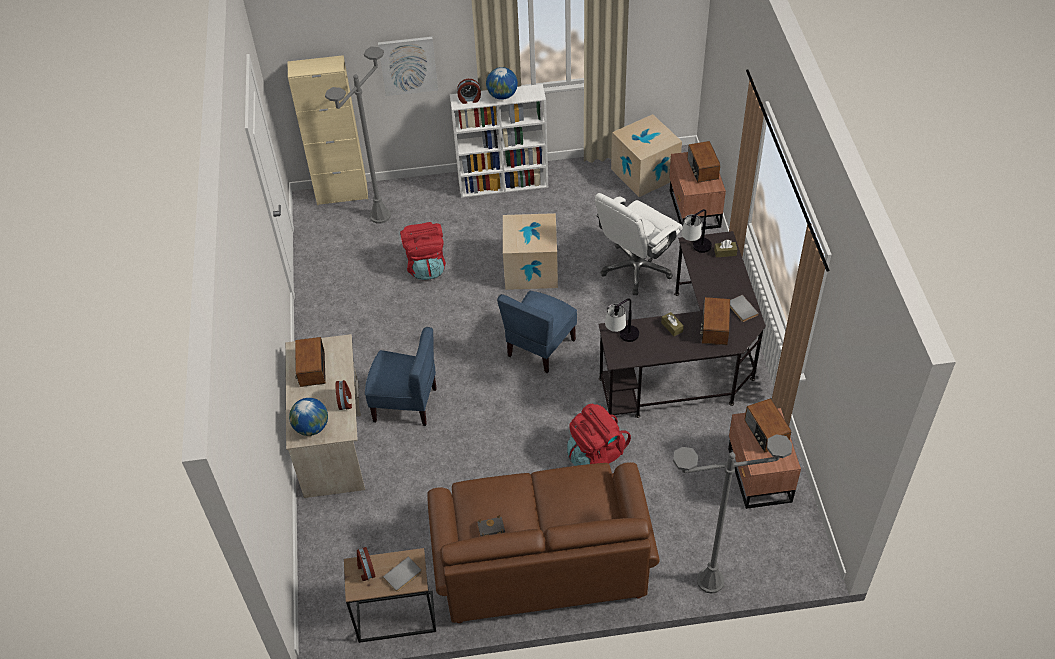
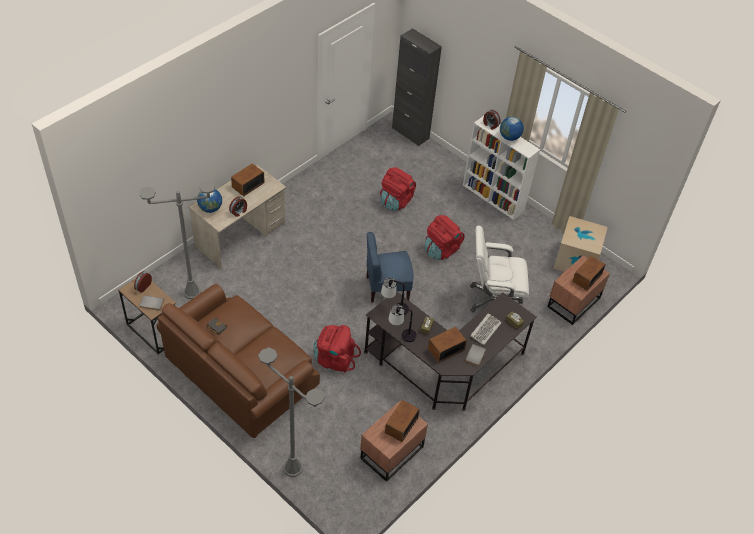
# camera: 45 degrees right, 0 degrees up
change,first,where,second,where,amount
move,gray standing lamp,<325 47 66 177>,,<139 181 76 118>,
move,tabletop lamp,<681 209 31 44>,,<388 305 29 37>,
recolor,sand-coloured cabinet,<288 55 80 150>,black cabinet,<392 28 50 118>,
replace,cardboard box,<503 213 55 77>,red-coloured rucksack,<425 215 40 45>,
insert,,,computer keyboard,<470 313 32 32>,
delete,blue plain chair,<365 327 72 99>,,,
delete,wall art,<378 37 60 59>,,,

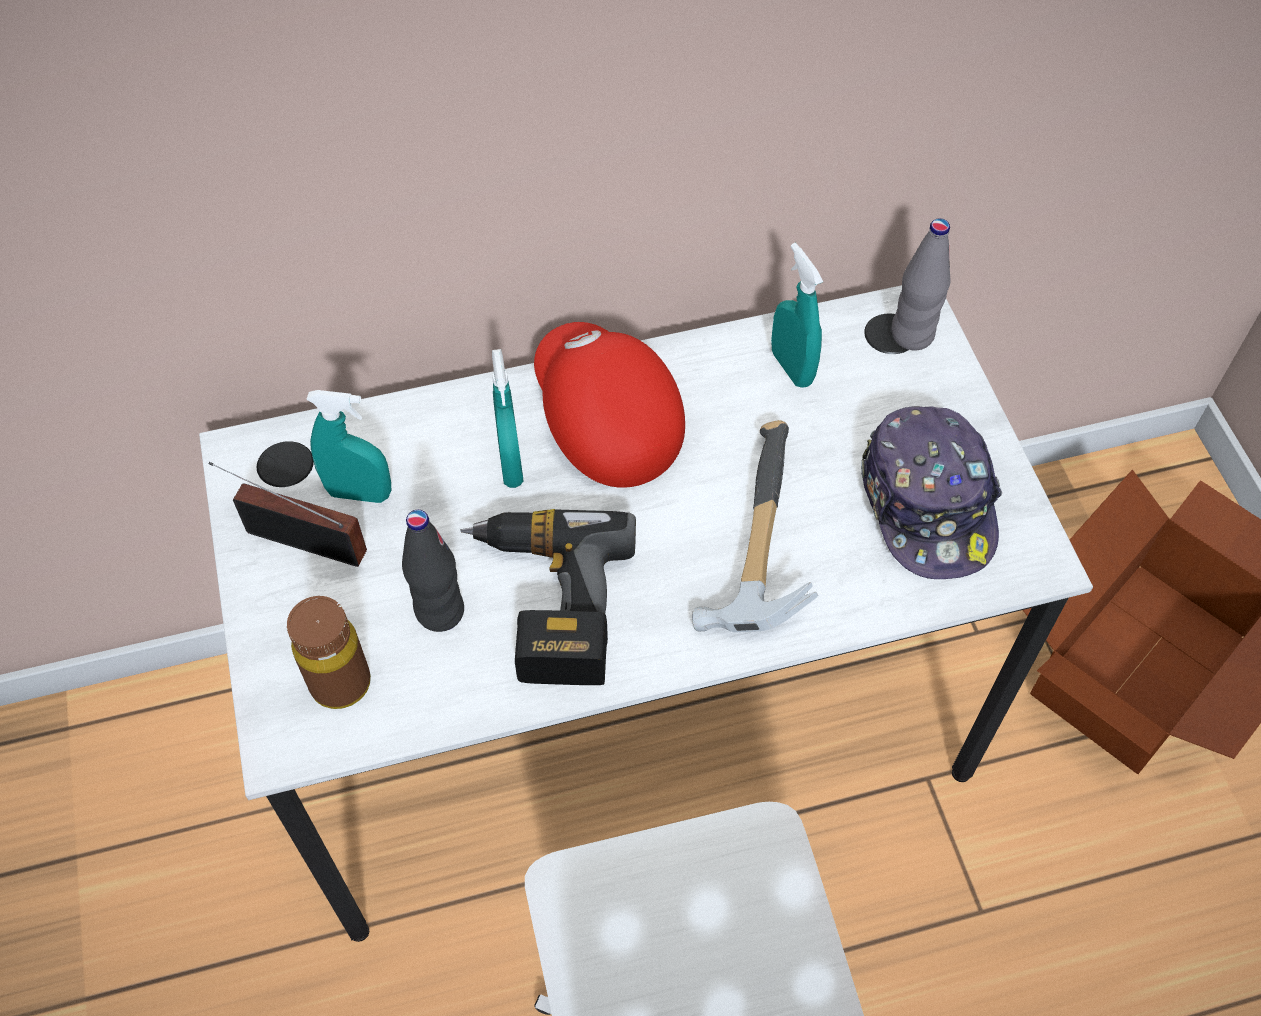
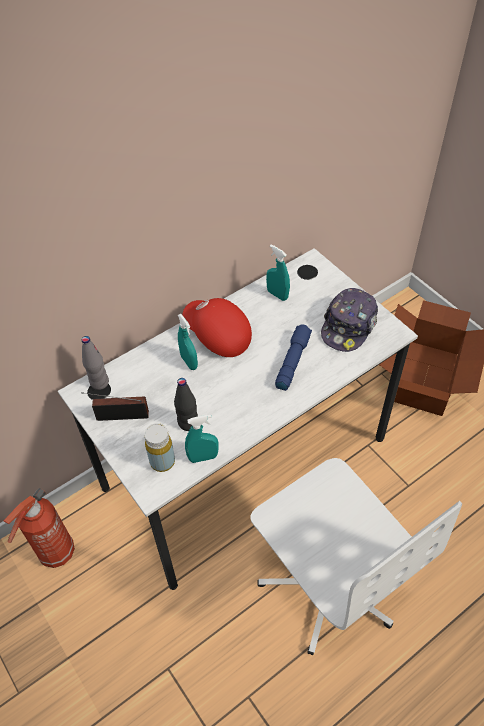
# camera: 20 degrees left, 5 degrees down
change,first,where,second,where,amount
insert,,,fire-fighting cylinder,<4 488 71 80>,
move,gray drink bottle,<891 218 59 133>,,<82 336 27 54>,
recolor,brown-coloured drink bottle,<287 596 84 113>,yellow drink bottle,<144 423 31 49>,
move,turquoise-coloured sprayer,<306 390 85 113>,,<185 414 33 49>,
replace,tool hammer,<692 420 126 212>,blue torch,<275 324 37 67>,
rotate,baseball cap,<861 406 141 173>,,<321 288 57 64>,60 degrees clockwise
delete,drill,<461 509 175 176>,,,

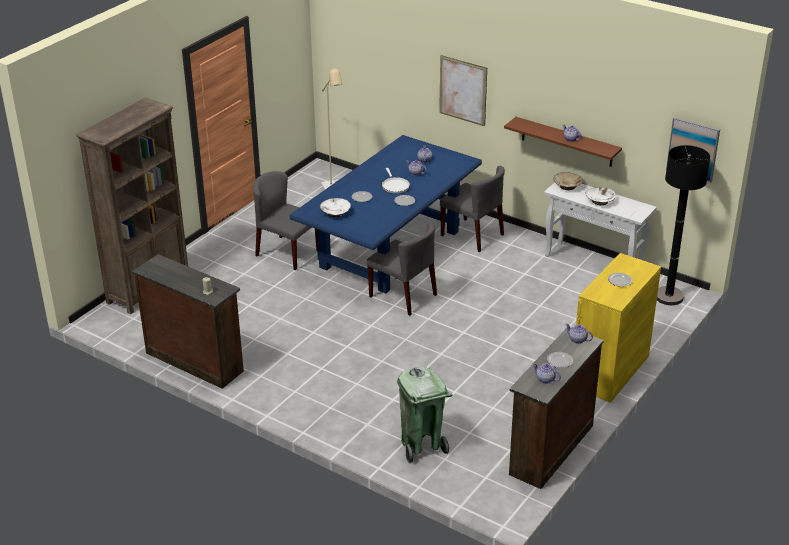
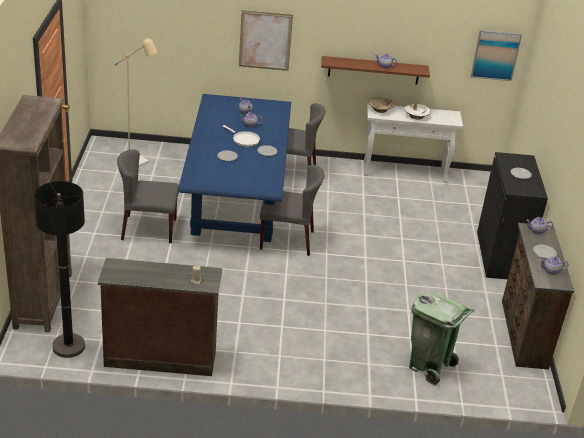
# camera: 35 degrees left, 0 degrees up
change,first,where,second,where,amount
move,black standing lamp,<657 145 53 160>,,<34 181 51 177>,
recolor,yellow cabinet,<576 253 85 150>,black cabinet,<477 152 71 127>,
delete,white-coloured deep dish,<320 198 31 19>,,,

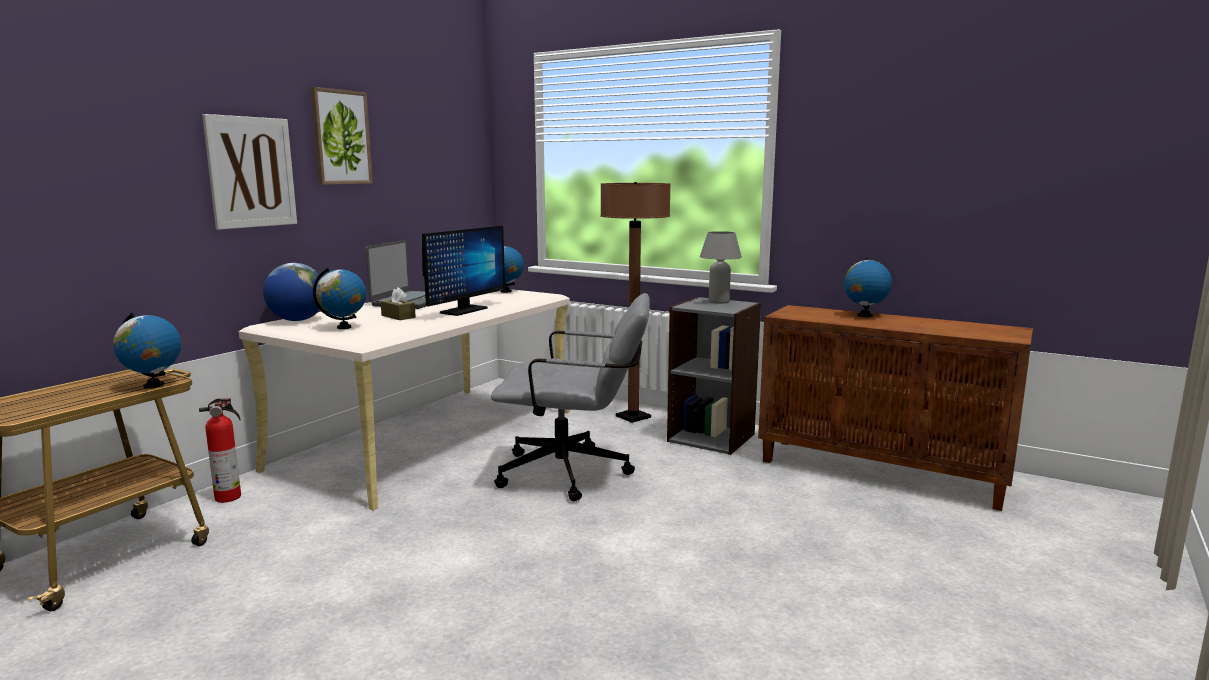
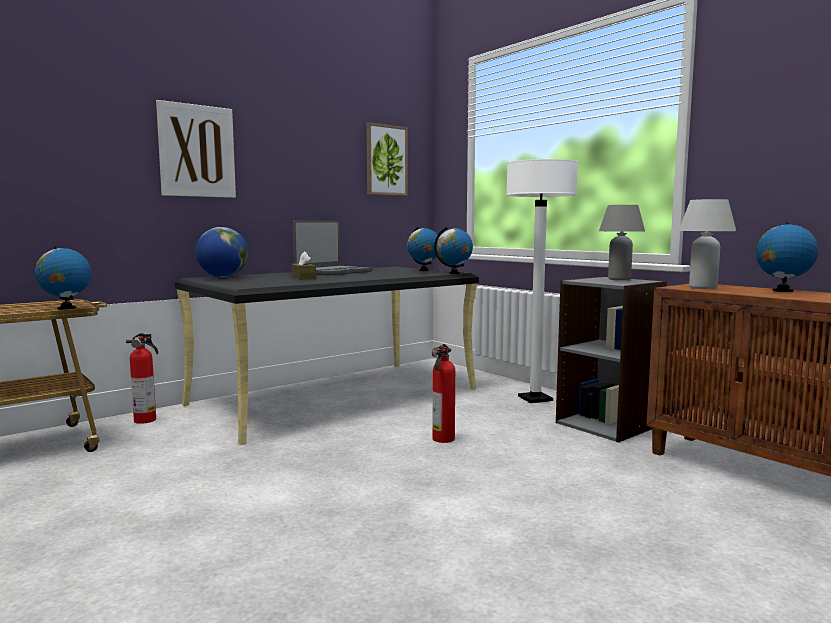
# camera: 20 degrees right, 5 degrees down
change,first,where,second,where,amount
recolor,sand-coloured desk table,<239 289 331 222>,black desk table,<175 267 304 178>,
move,wall art,<310 87 63 98>,,<366 122 42 74>,
replace,gray office chair,<491 293 159 208>,fire-fighting cylinder,<432 344 23 99>,
move,world globe,<313 268 53 61>,,<434 227 39 47>,
recolor,brown-coloured standing lamp,<600 182 71 241>,white-coloured standing lamp,<506 159 72 244>,
insert,,,white-coloured tabletop lamp,<679 199 57 90>,
delete,computer screen,<422 226 83 90>,,,

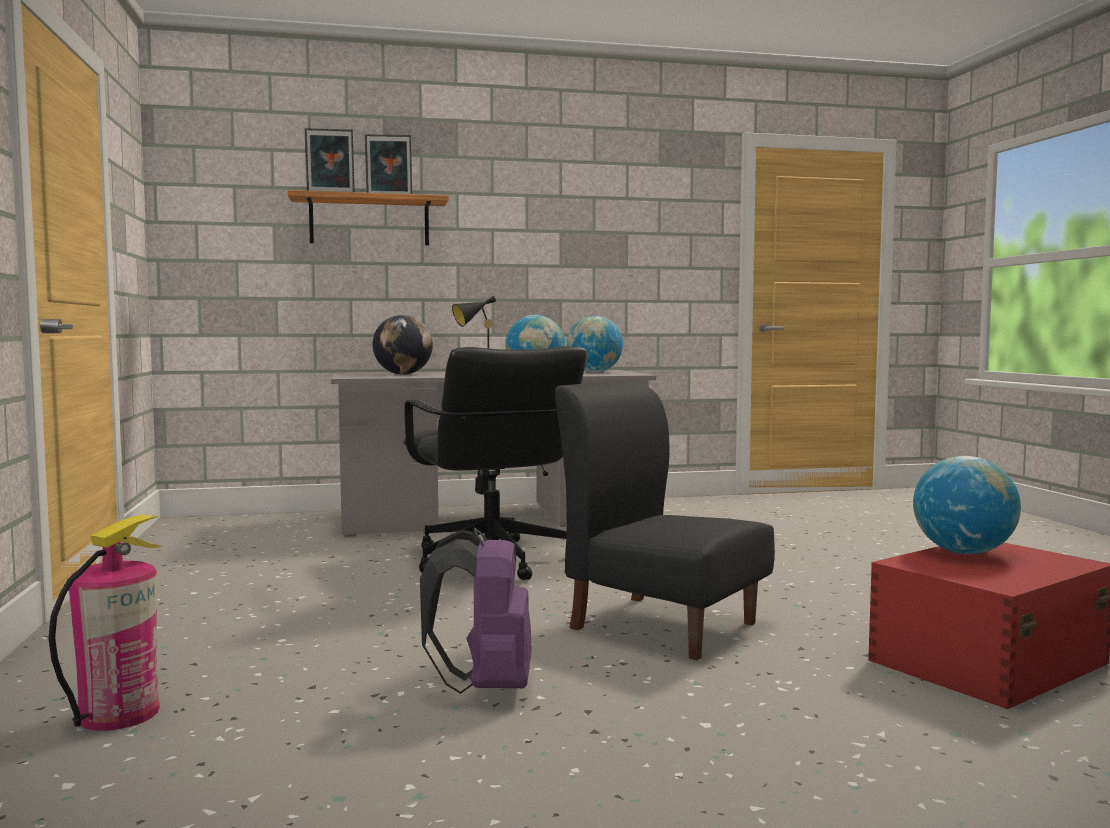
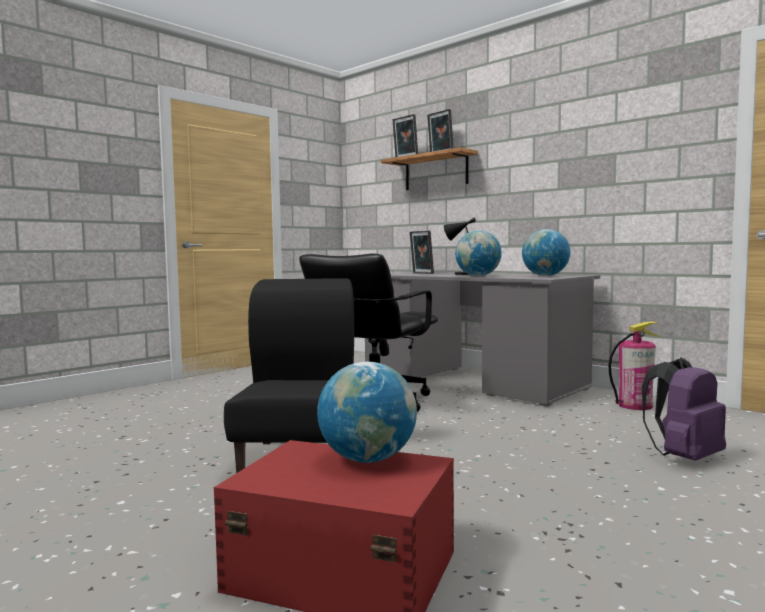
# camera: 55 degrees right, 0 degrees up
change,first,where,second,where,amount
replace,world globe,<373 315 60 59>,picture frame,<410 230 24 44>,
move,fire-fighting cylinder,<48 514 115 217>,,<608 321 52 89>,
move,purple rucksack,<420 527 112 167>,,<642 357 84 104>,

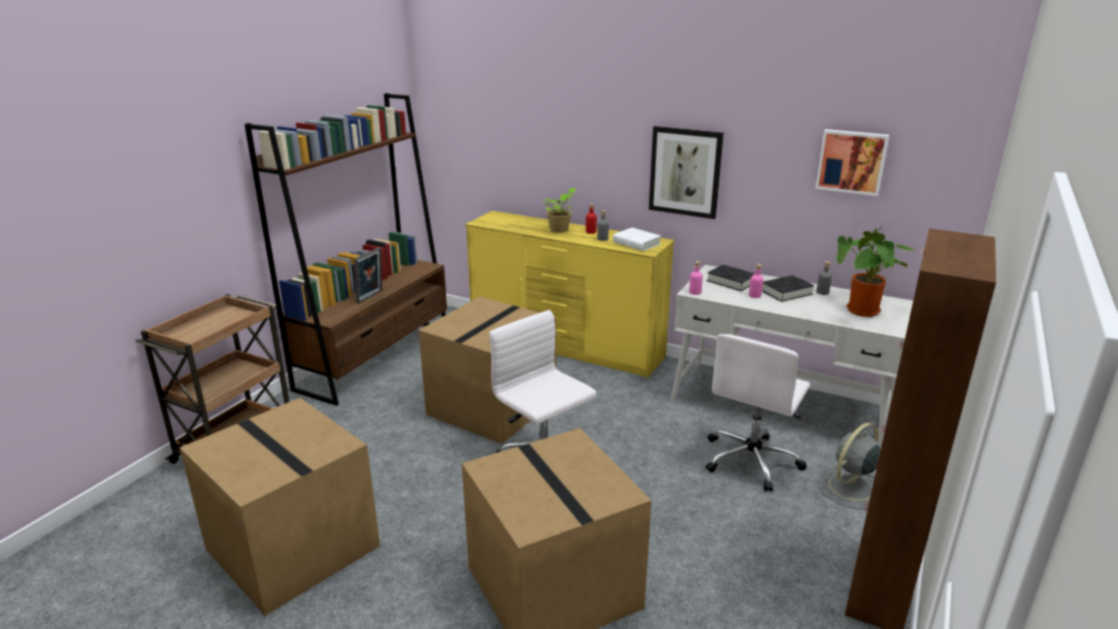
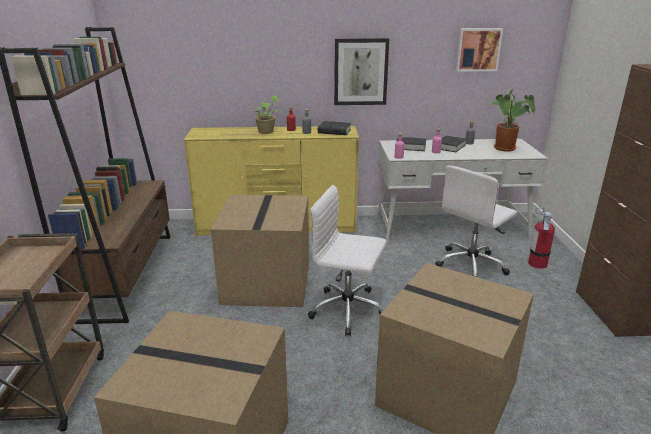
# camera: 30 degrees left, 0 degrees up
change,first,where,second,where,amount
recolor,white-coloured bound book,<613 228 48 23>,black bound book,<318 121 33 14>,
rotate,white-coloured office chair,<706 334 104 157>,,<435 166 82 111>,45 degrees clockwise
replace,gray fan,<817 423 64 87>,fire-fighting cylinder,<528 207 27 62>,
delete,picture frame,<354 247 28 56>,,,

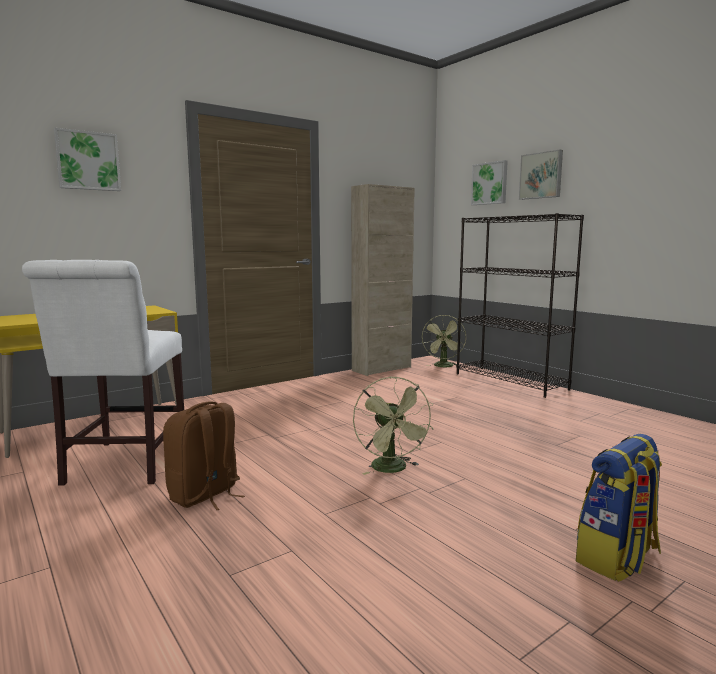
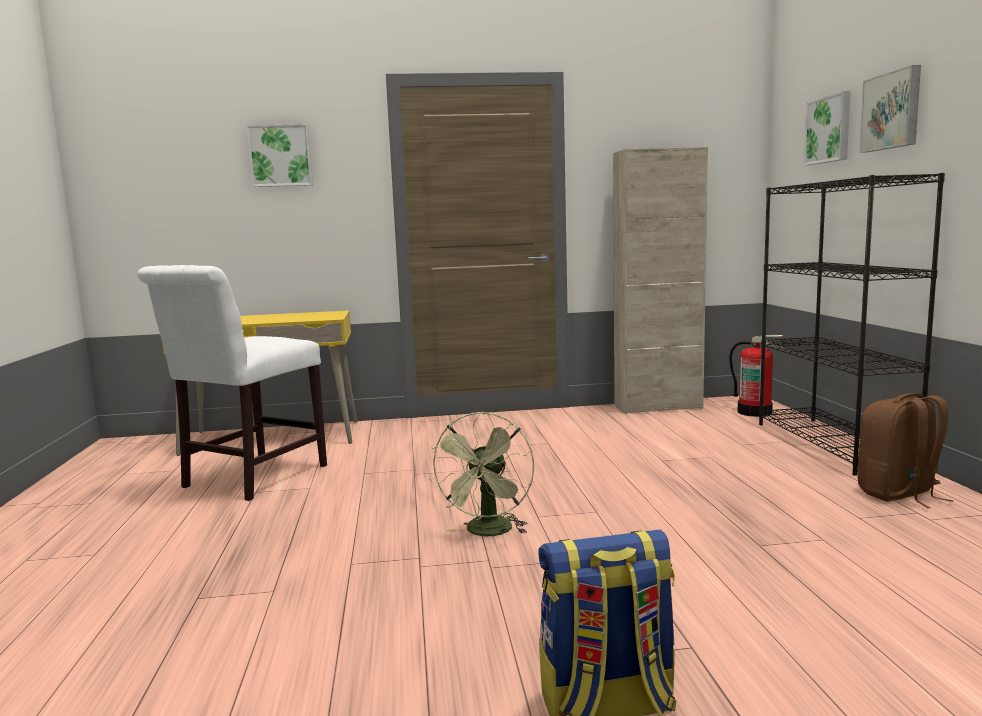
# camera: 30 degrees right, 0 degrees up
change,first,where,second,where,amount
replace,greenish fan,<422 315 44 52>,fire-fighting cylinder,<729 335 55 82>,
move,brown-coloured rucksack,<163 402 82 108>,,<857 393 97 115>,

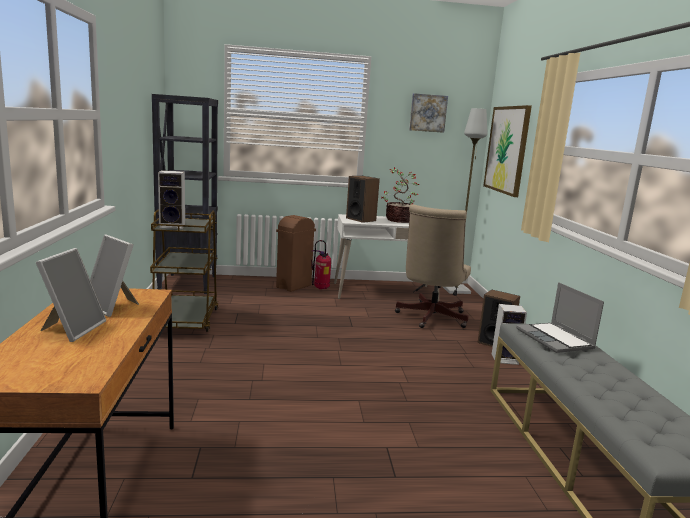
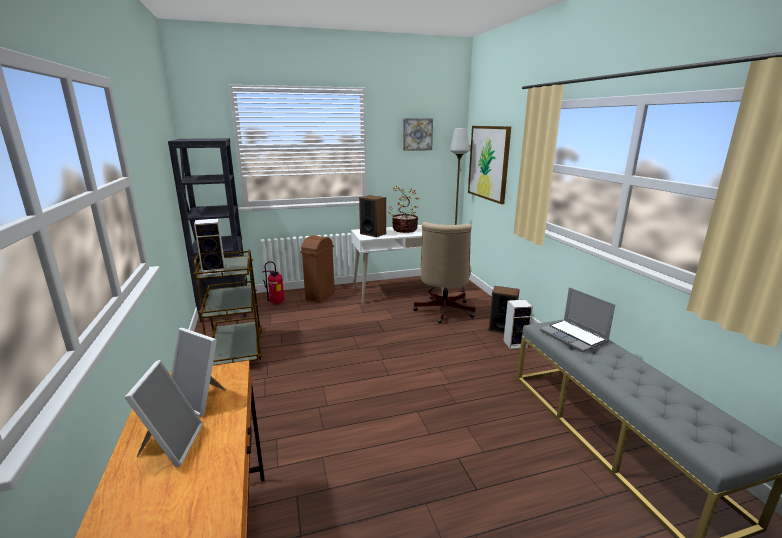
# camera: 10 degrees left, 5 degrees up
change,first,where,second,where,amount
move,fire-fighting cylinder,<311 240 20 49>,,<262 261 22 43>,

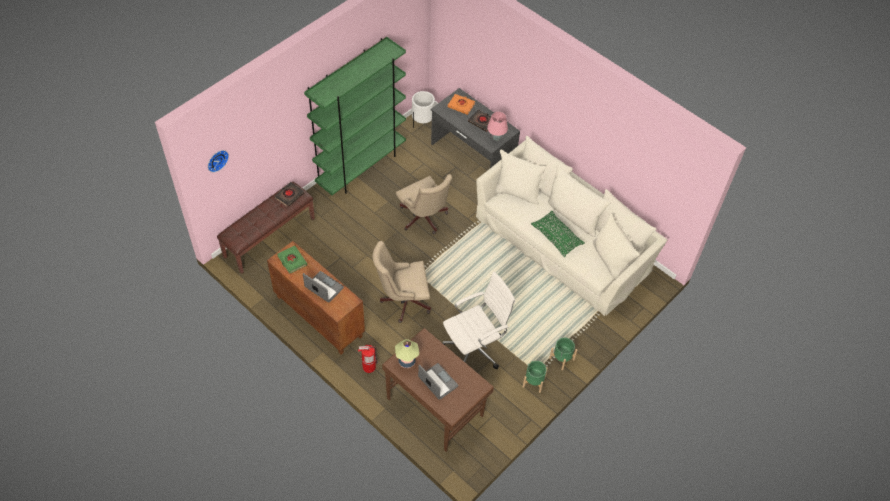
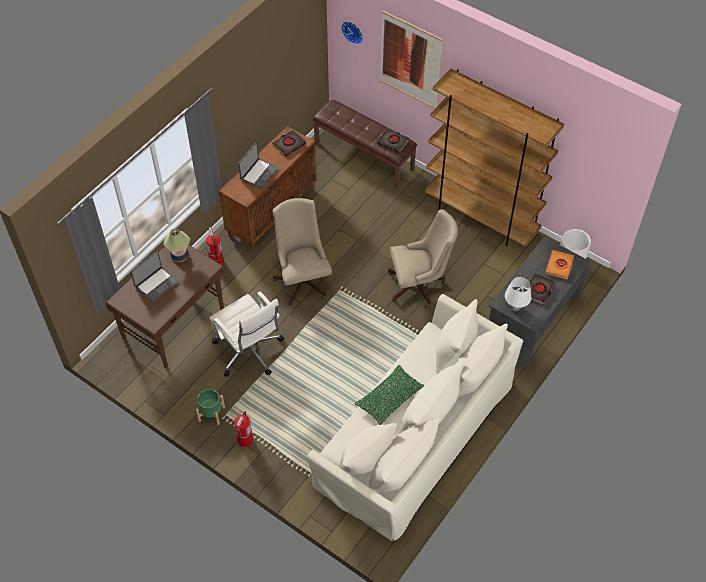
# camera: 85 degrees right, 0 degrees up
change,first,where,second,where,amount
replace,greenish planter,<549 338 28 32>,fire-fighting cylinder,<234 411 19 36>,
recolor,greenish bound book,<277 246 30 28>,black bound book,<273 130 33 27>,
insert,,,wall art,<380 11 63 98>,
rotate,sand-coloured office chair,<396 174 56 60>,,<388 209 70 99>,150 degrees counterclockwise
recolor,greenish shelving unit,<304 37 102 158>,brown-coloured shelving unit,<424 69 140 178>,
recolor,pink tabletop lamp,<487 112 21 29>,white-coloured tabletop lamp,<505 277 26 34>,

